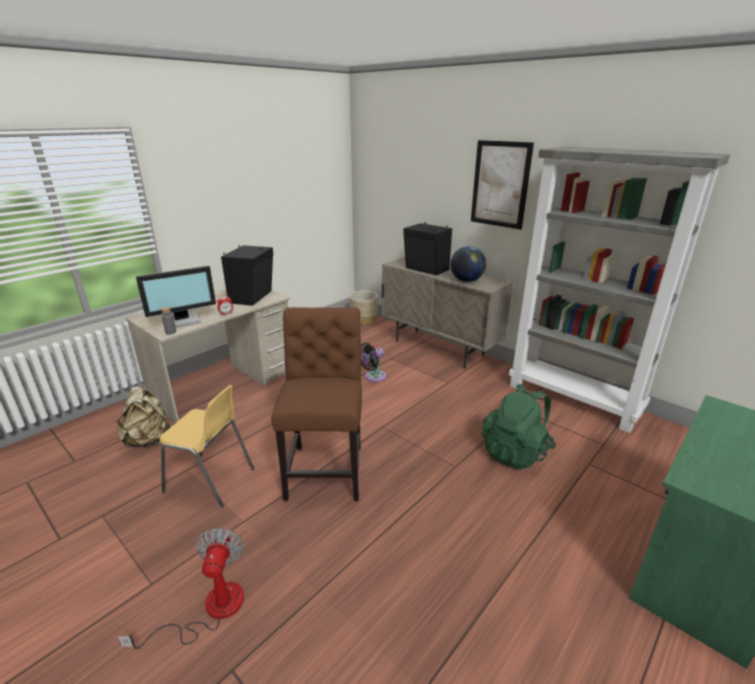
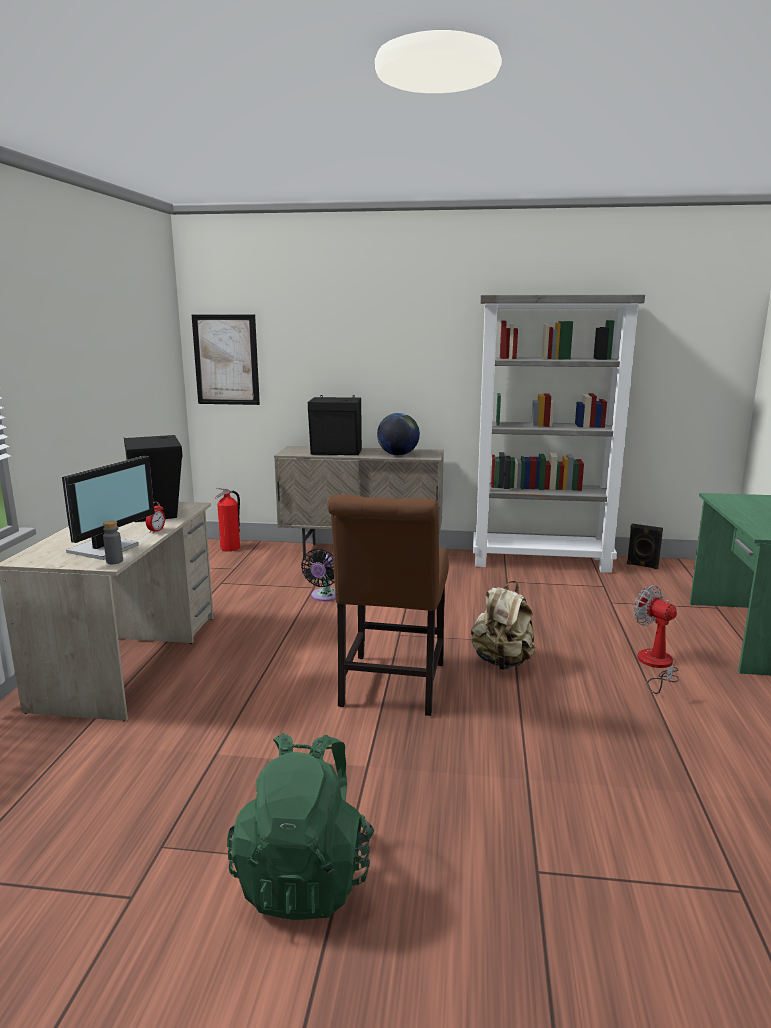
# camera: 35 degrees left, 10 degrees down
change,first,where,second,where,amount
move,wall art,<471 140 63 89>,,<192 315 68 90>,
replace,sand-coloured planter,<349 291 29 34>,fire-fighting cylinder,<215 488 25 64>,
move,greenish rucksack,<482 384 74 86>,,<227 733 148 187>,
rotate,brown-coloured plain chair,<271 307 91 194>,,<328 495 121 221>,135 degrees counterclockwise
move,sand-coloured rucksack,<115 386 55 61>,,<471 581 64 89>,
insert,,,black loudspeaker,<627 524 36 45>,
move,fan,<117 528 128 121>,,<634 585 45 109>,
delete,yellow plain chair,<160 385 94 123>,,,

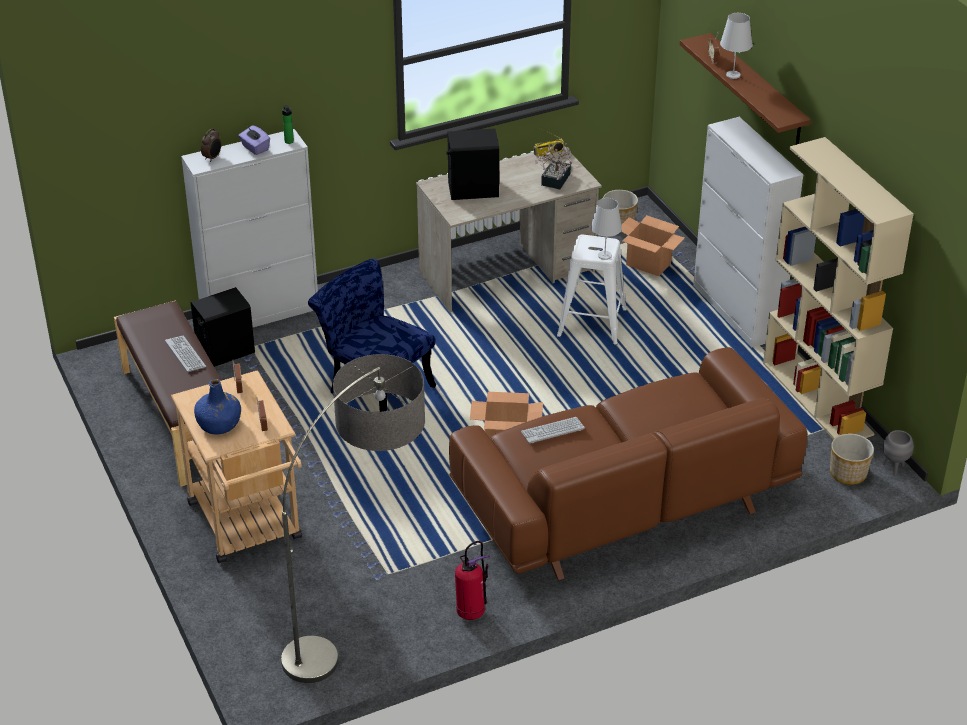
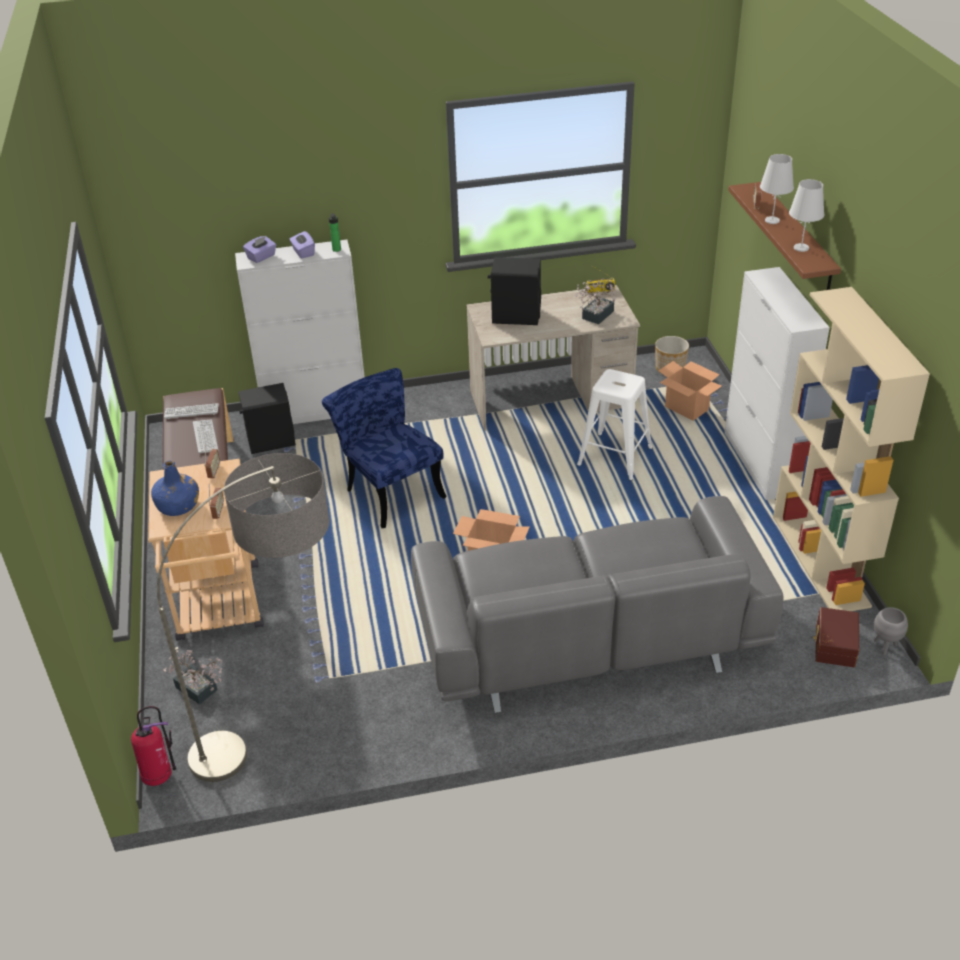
# camera: 15 degrees right, 0 degrees up
change,first,where,second,where,amount
move,fire-fighting cylinder,<455 541 35 79>,,<131 706 45 80>,
insert,,,houseplant,<163 650 60 55>,
move,computer keyboard,<521 417 64 26>,,<164 403 55 16>,
replace,bedside clock,<201 129 20 33>,purple tissue box,<243 236 33 27>,
recolor,brown-coloured sofa,<449 347 358 233>,gray sofa,<411 496 372 217>,
move,white-coloured tabletop lamp,<591 198 31 62>,,<789 179 35 73>,
replace,planter,<830 434 44 51>,brown-coloured storage box,<813 607 46 60>,

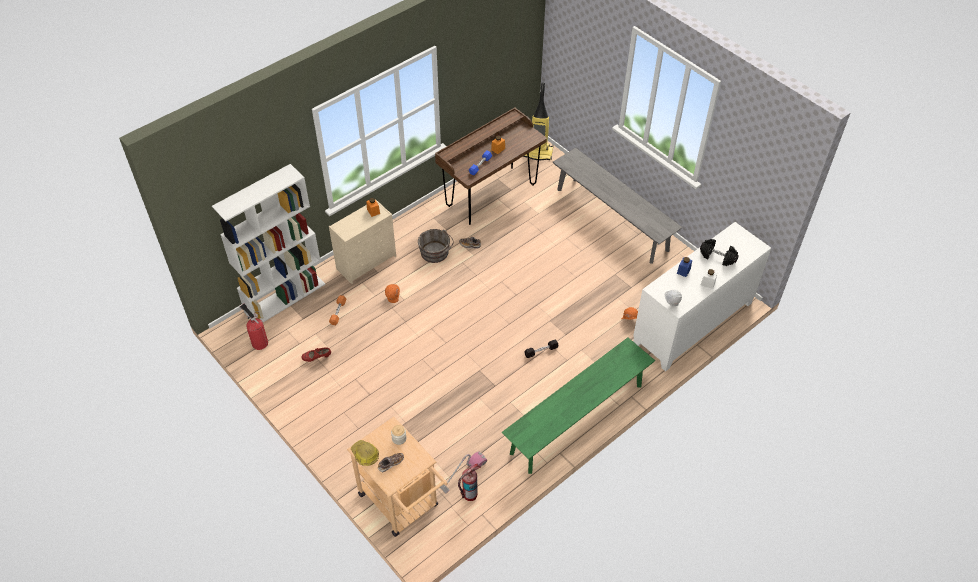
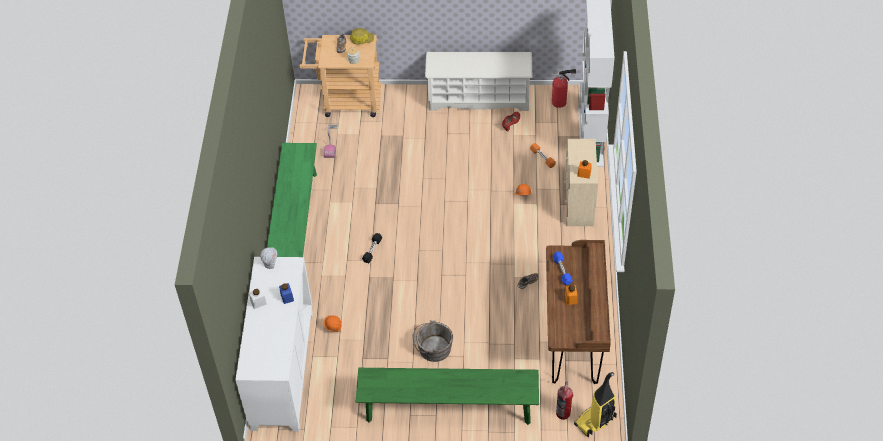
# camera: 135 degrees right, 0 degrees up
change,first,where,second,where,amount
recolor,gray long seat,<553 148 129 116>,greenish long seat,<355 368 184 57>,
move,gray bucket,<418 229 36 34>,,<412 320 41 42>,
insert,,,white-coloured shoe stand,<425 52 107 59>,
move,fire-fighting cylinder,<458 464 23 37>,,<556 381 17 39>,
delete,black free weight,<700 239 39 27>,,,

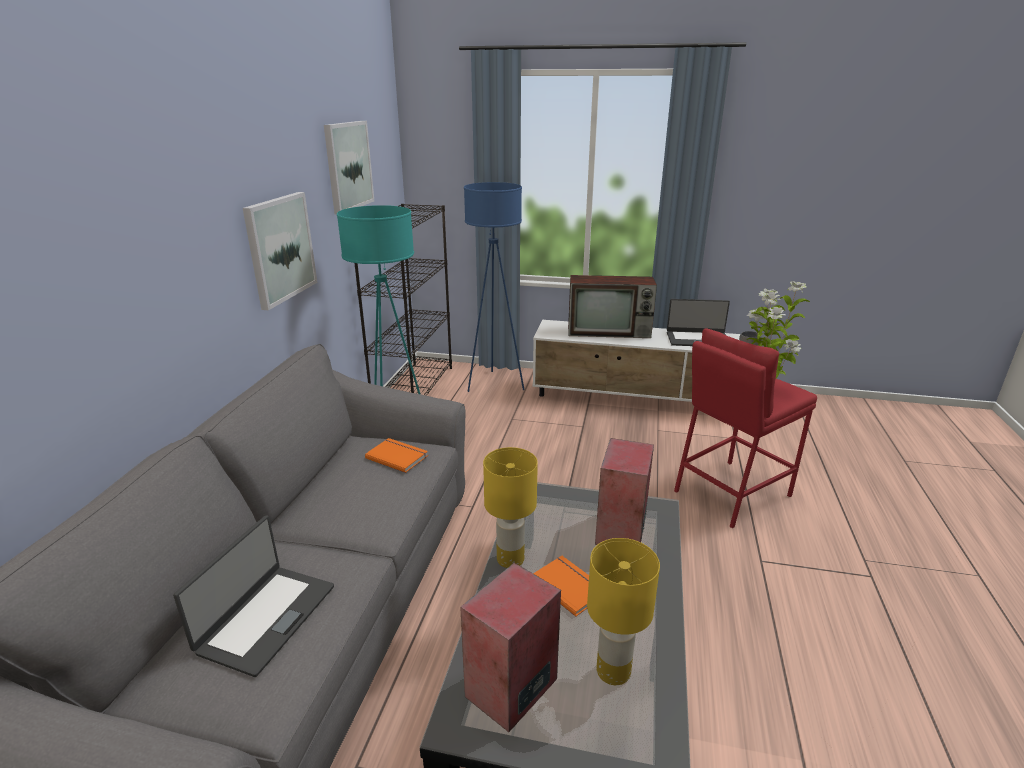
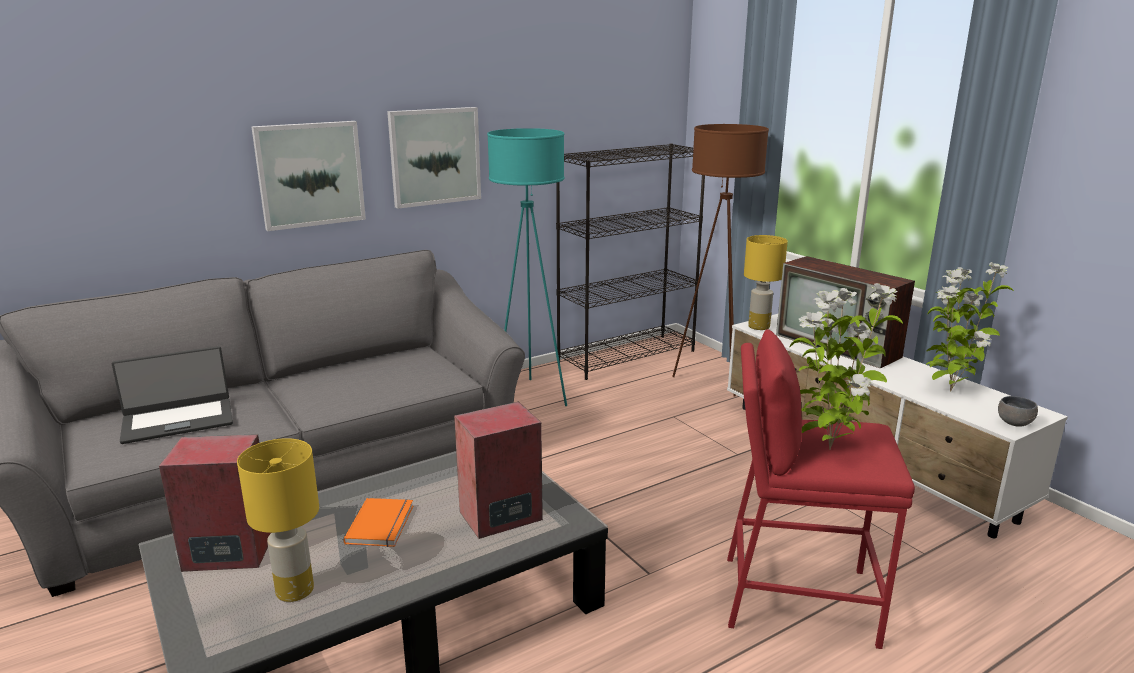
# camera: 45 degrees right, 5 degrees down
change,first,where,second,where,amount
move,wall art,<324 121 50 94>,,<251 121 115 110>,
recolor,blue standing lamp,<464 182 60 210>,brown-coloured standing lamp,<672 124 97 273>,
move,yellow tabletop lamp,<483 447 55 121>,,<744 235 44 95>,
replace,portable computer,<667 299 63 47>,houseplant,<926 262 88 129>,
delete,orange bound book,<365 438 63 35>,,,

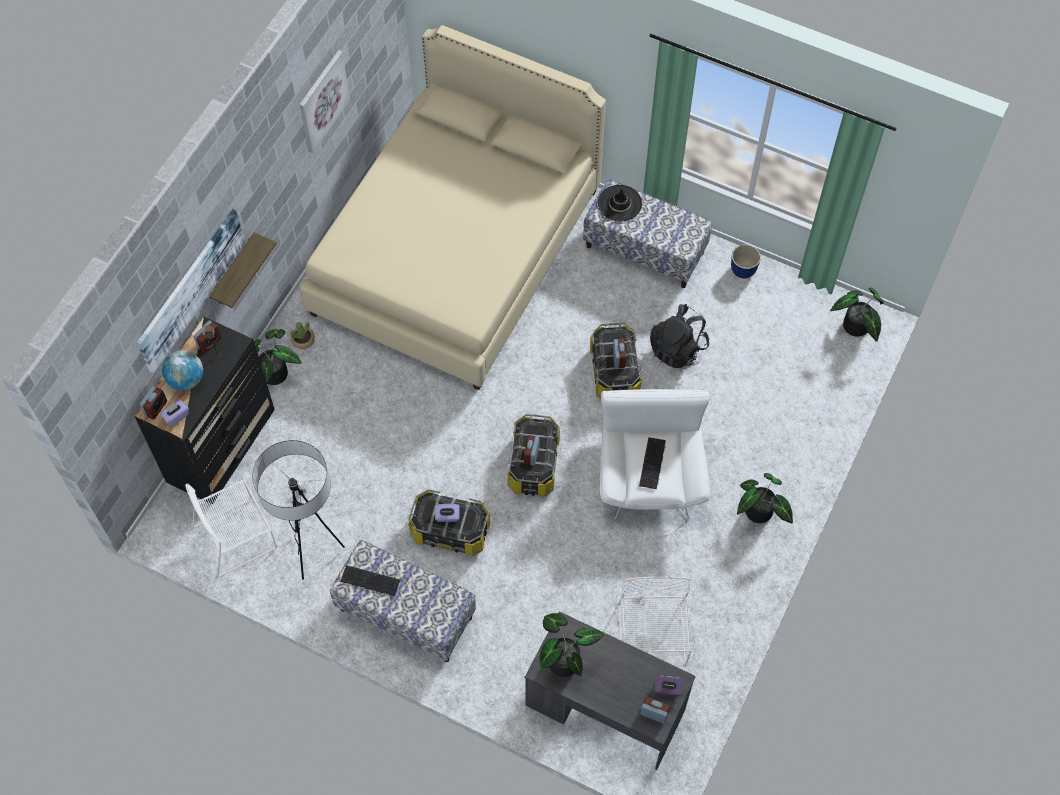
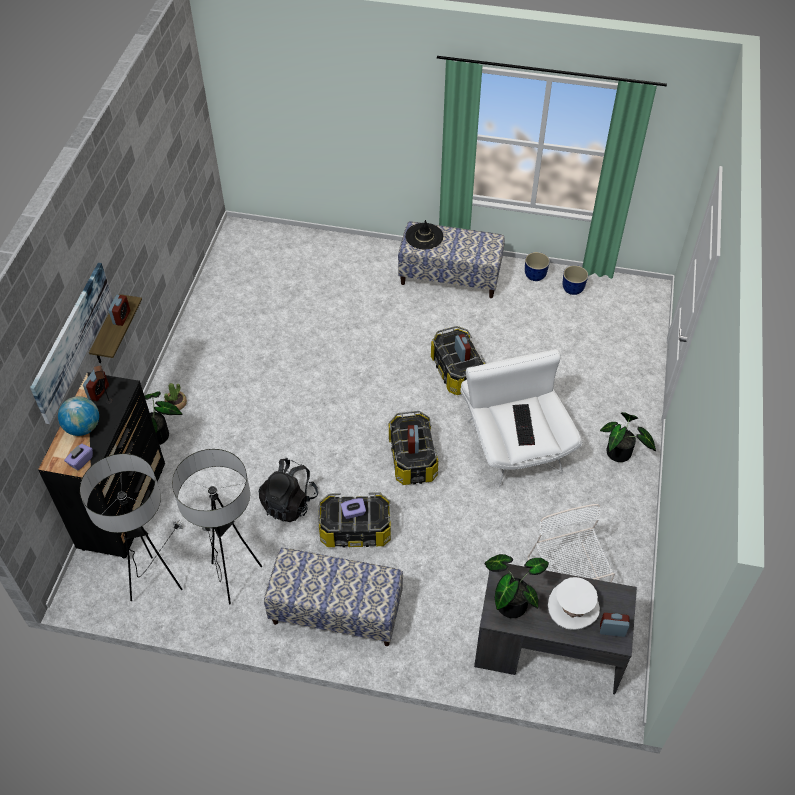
# camera: 15 degrees left, 10 degrees down
change,first,where,second,where,amount
replace,white-coloured plain chair,<185 479 92 98>,standing lamp,<80 454 103 147>,
move,bedside clock,<140 386 27 34>,,<109 295 21 31>,
move,black rucksack,<650 304 59 64>,,<258 458 60 64>,
insert,,,white-coloured wearable hat,<548 577 52 53>,
insert,,,planter,<563 265 25 30>,
delete,wall art,<299 50 51 103>,,,
delete,sand-coloured bed,<300 25 306 365>,,,
delete,computer keyboard,<340 565 60 32>,,,
delete,purple tissue box,<655 675 28 21>,,,
delete,houseplant,<830 287 54 55>,,,

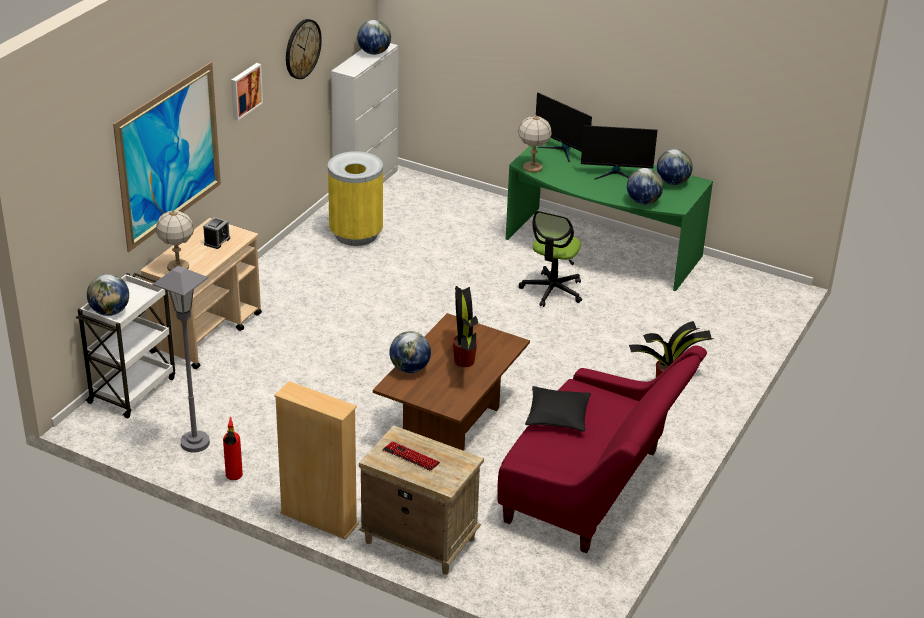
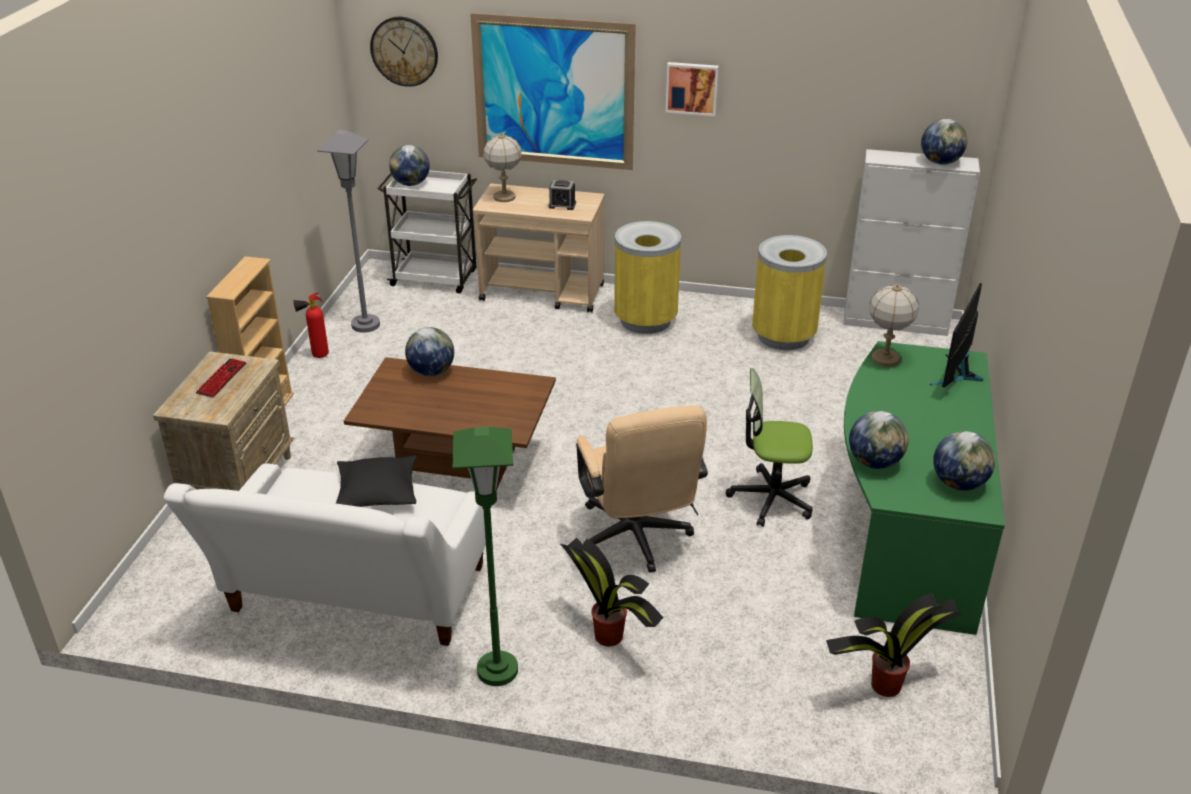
# camera: 75 degrees right, 0 degrees up
change,first,where,second,where,amount
recolor,red-coloured sofa,<497 345 210 208>,white-coloured sofa,<163 463 323 183>,
move,wall clock,<286 19 36 60>,,<370 17 68 70>,
insert,,,greenish standing lamp,<453 427 65 259>,
insert,,,sand-coloured office chair,<576 405 132 168>,
insert,,,yellow trash can,<614 221 67 113>,
move,houseplant,<452 286 26 81>,,<826 593 137 104>,
delete,computer screen,<581 125 77 55>,,,

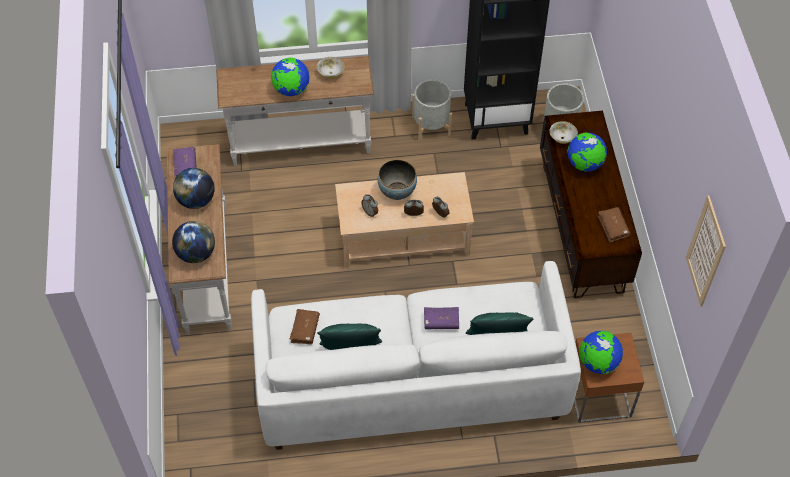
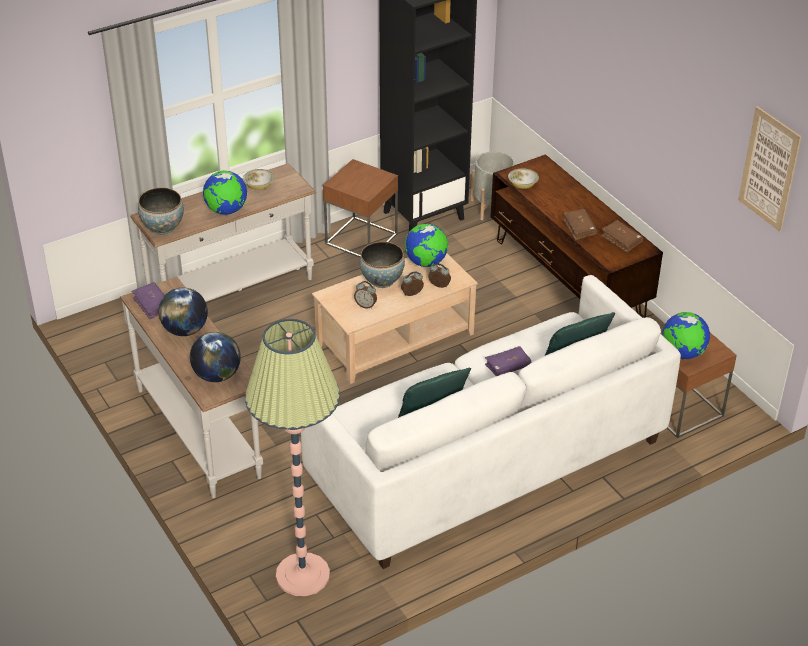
# camera: 25 degrees left, 15 degrees down
change,first,where,second,where,amount
insert,,,deep dish,<138 187 46 48>,
insert,,,standing lamp,<245 319 95 277>,
replace,gray planter,<412 79 40 62>,brown-coloured accent table,<323 159 75 99>,
move,world globe,<568 133 39 39>,,<405 224 43 43>,
move,brown-coloured bound book,<290 309 30 35>,,<563 209 35 31>,

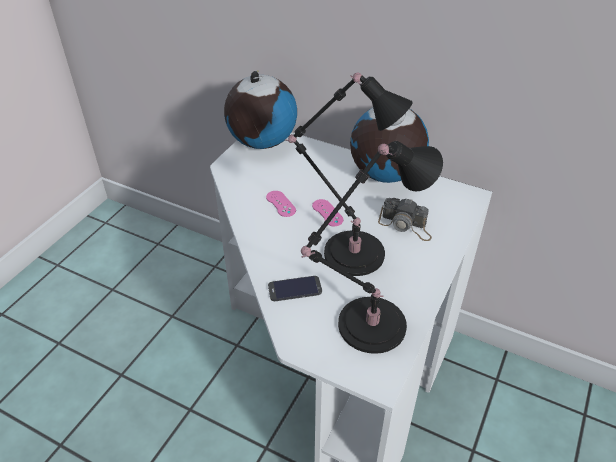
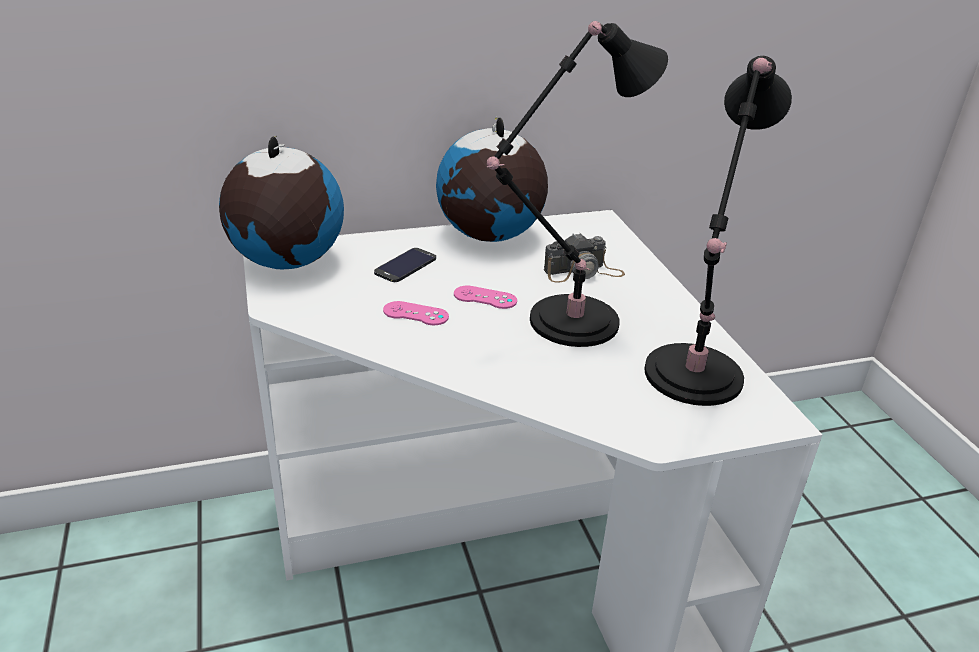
# camera: 45 degrees left, 10 degrees down
change,first,where,second,where,amount
move,handset,<268 276 54 25>,,<374 248 62 34>,

